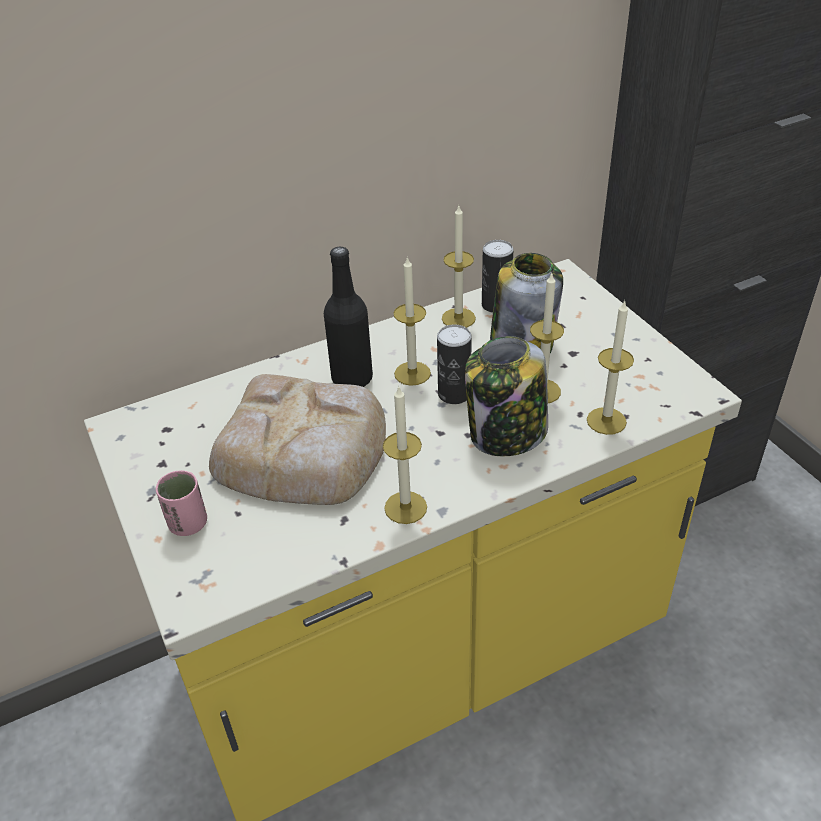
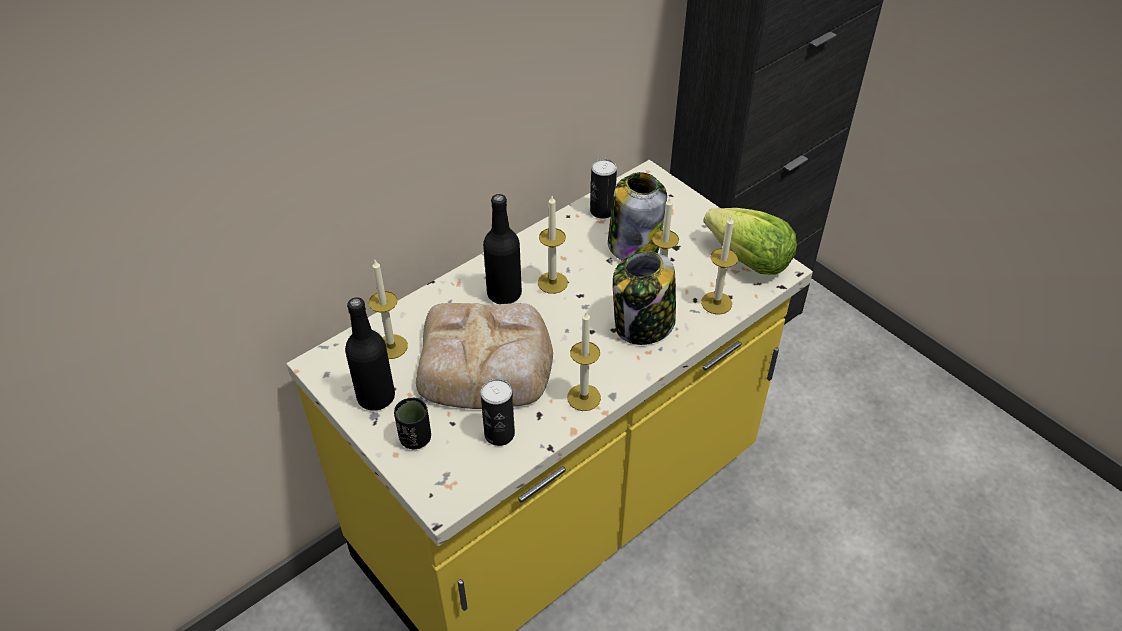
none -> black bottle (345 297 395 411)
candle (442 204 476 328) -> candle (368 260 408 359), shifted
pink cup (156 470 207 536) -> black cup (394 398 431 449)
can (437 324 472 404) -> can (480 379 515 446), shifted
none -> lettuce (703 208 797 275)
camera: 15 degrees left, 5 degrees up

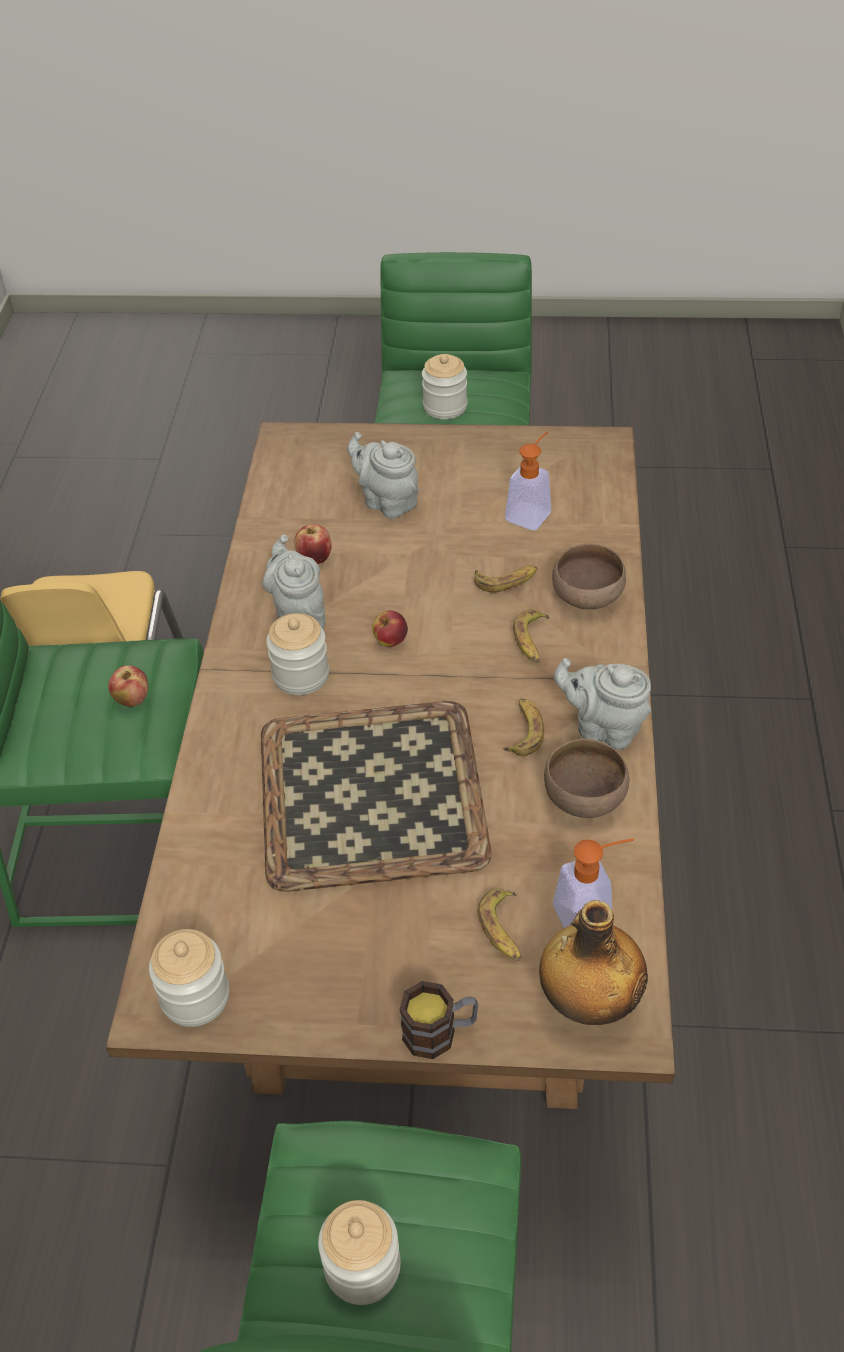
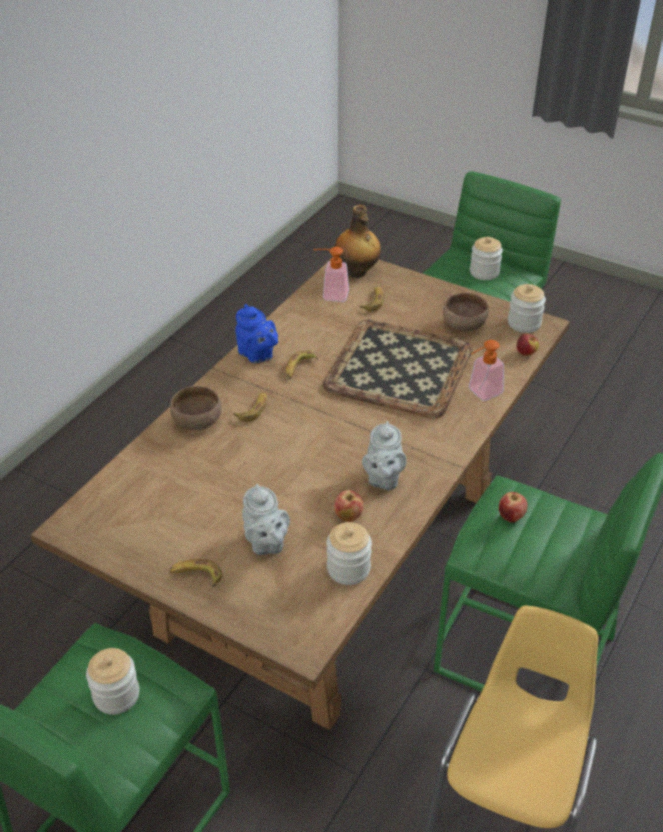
banana (474 565 538 593) -> banana (169 559 222 588), shifted
grey teapot (554 658 651 750) -> blue teapot (235 304 278 363)
jar (266 613 329 695) -> jar (327 522 372 585), shifted
brown bowl (544 739 629 818) -> brown bowl (443 293 489 331), shifted
soap dispenser (505 432 551 530) -> soap dispenser (469 340 504 401), shifted
apple (372 610 408 647) -> apple (517 333 539 356), shifted
mug (400 981 478 1059) -> none
camera: 155 degrees left, 5 degrees down

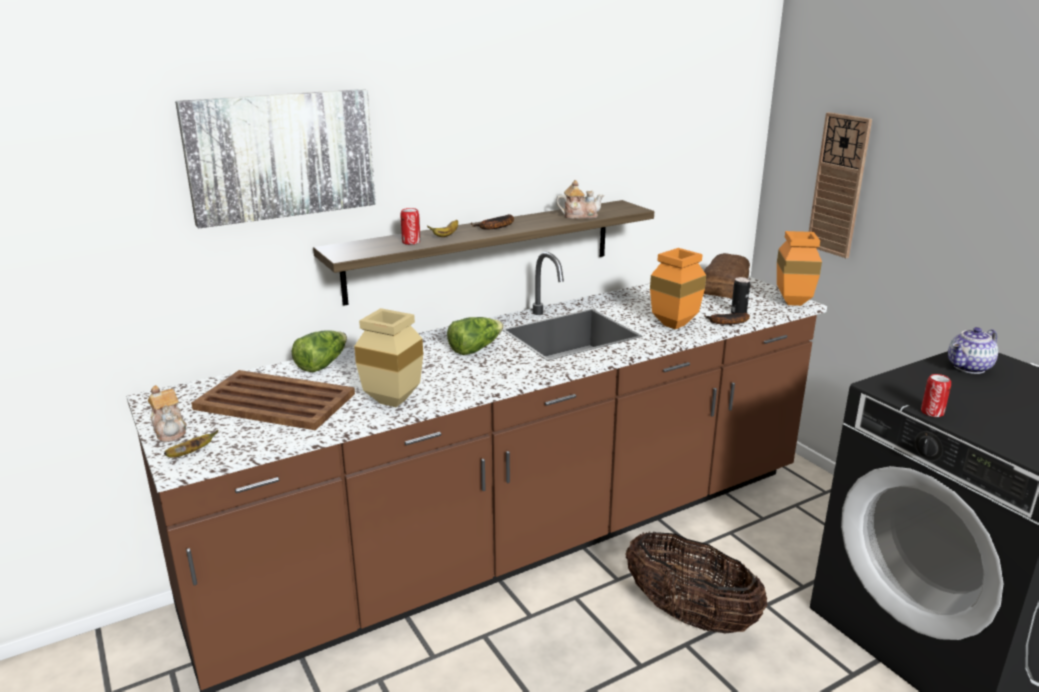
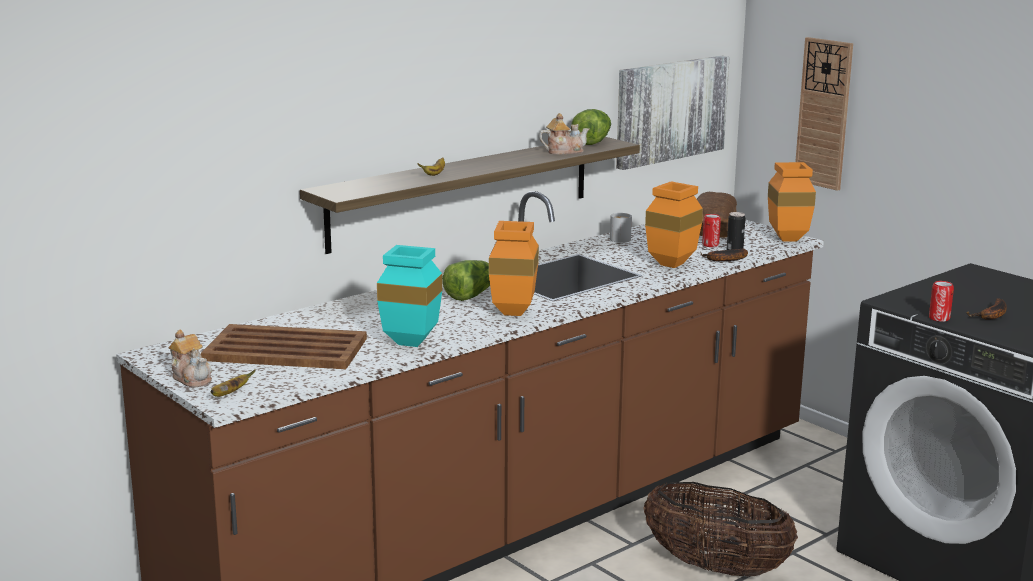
beige vase (354 308 423 407) -> turquoise vase (377 245 442 347)
none -> orange vase (489 221 539 316)
lettuce (291 330 347 372) -> lettuce (571 109 611 145), shifted
none -> white mug (610 213 632 243)
picture (175 89 376 228) -> picture (616 56 730 170), shifted
can (400 208 421 245) -> can (702 214 721 247), shifted
banana (471 214 514 230) -> banana (966 298 1007 320), shifted
teapot (948 327 998 374) -> none
camera: 10 degrees left, 5 degrees down

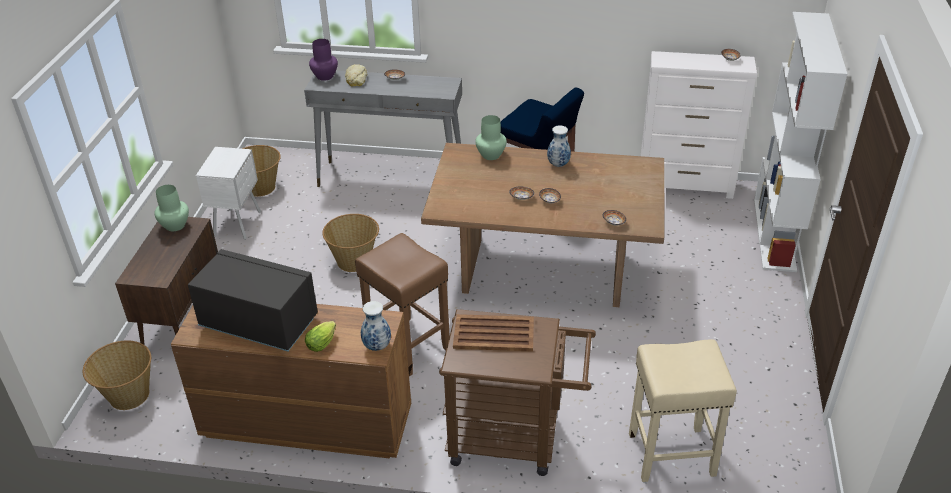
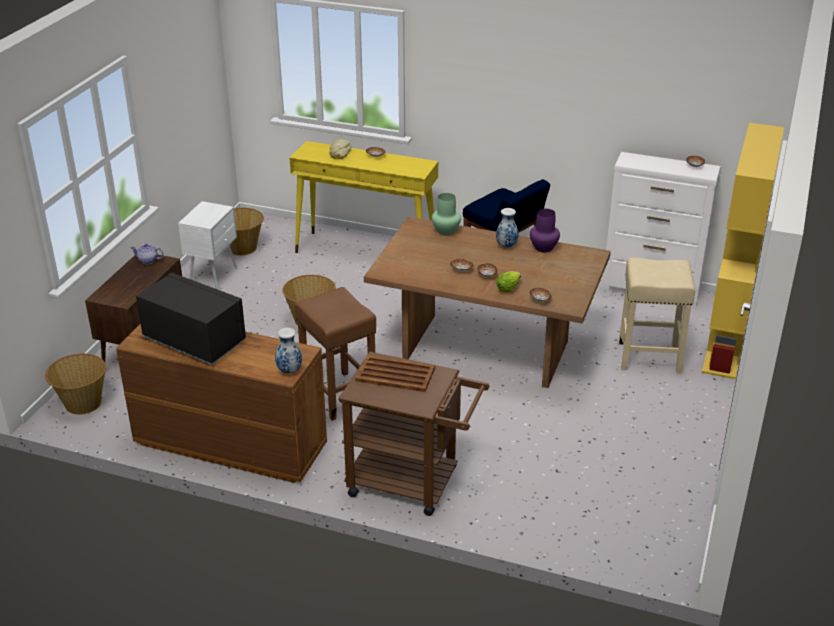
green vase (154 185 189 231) -> teapot (130 244 164 265)
grey console table (304 70 462 187) -> yellow console table (290 141 438 253)
lettuce (305 321 336 352) -> lettuce (496 271 521 292), shifted
purple vase (309 39 338 81) -> purple vase (530 209 560 252), shifted
beige stool (629 339 737 482) -> beige stool (619 258 695 374), shifted
white bookcase (754 12 847 272) -> yellow bookcase (702 123 784 379)
camera: 10 degrees right, 5 degrees down

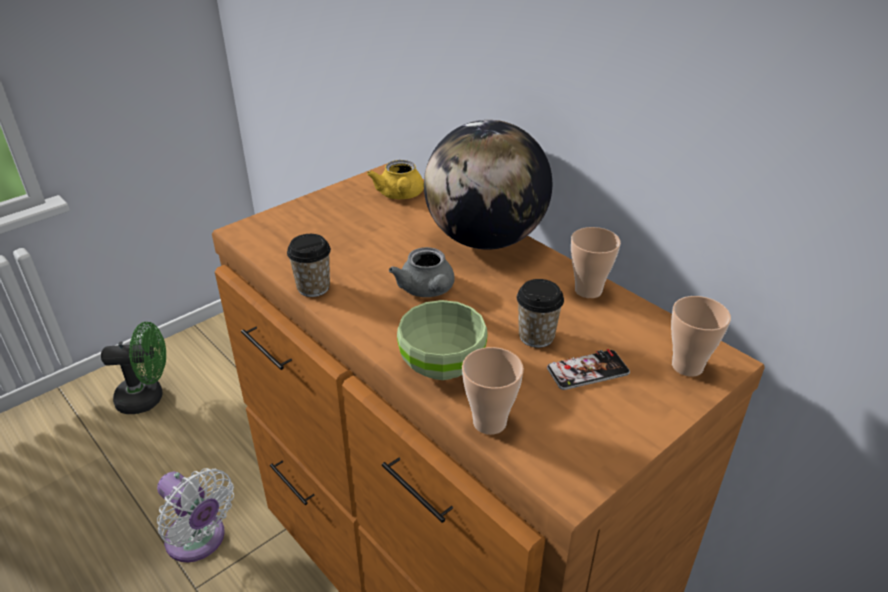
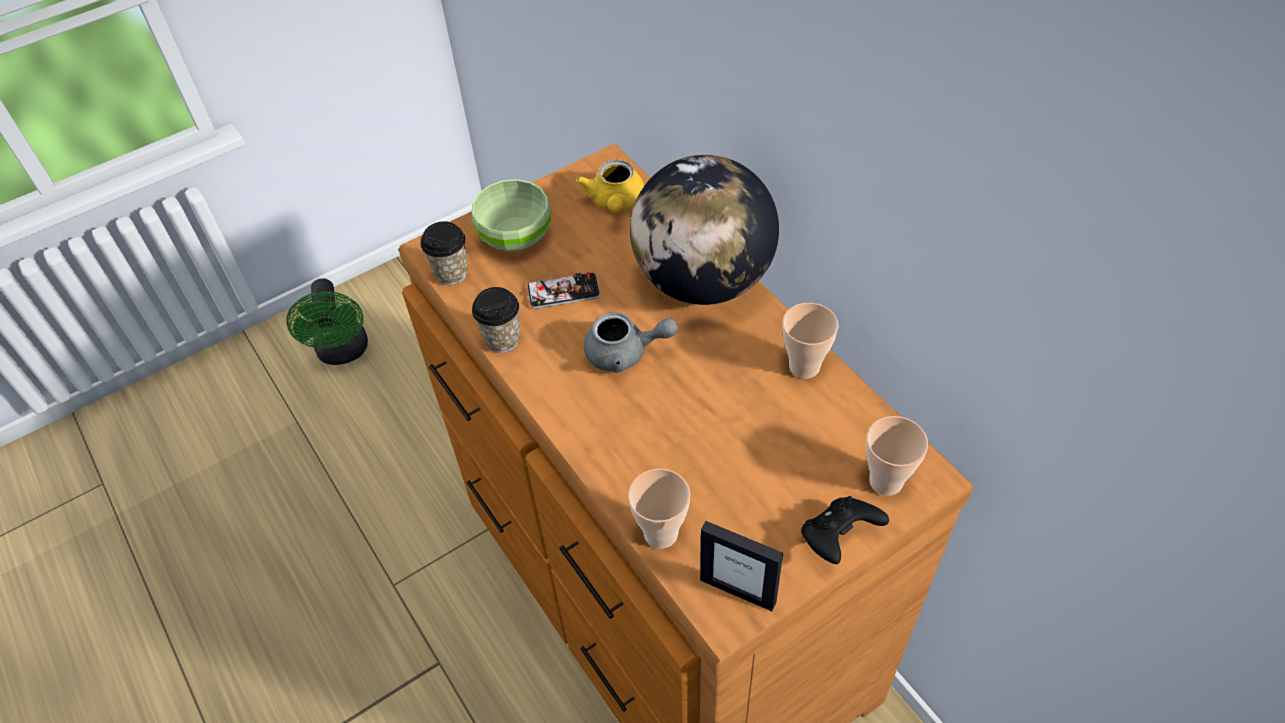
green fan (101 322 166 414) -> green fan (286 279 368 365), 75 degrees clockwise
cup (517 279 564 348) -> cup (421 221 468 285), shifted
green bowl (397 300 488 380) -> green bowl (472 179 551 251), shifted
phone (547 349 630 390) -> phone (527 272 600 309), shifted
grey teapot (389 247 455 297) -> grey teapot (584 312 678 373), 75 degrees counterclockwise
none -> picture frame (700 521 783 611)
none -> black game controller (801 496 889 564)
white fan (157 468 234 562) -> none
camera: 10 degrees right, 15 degrees up

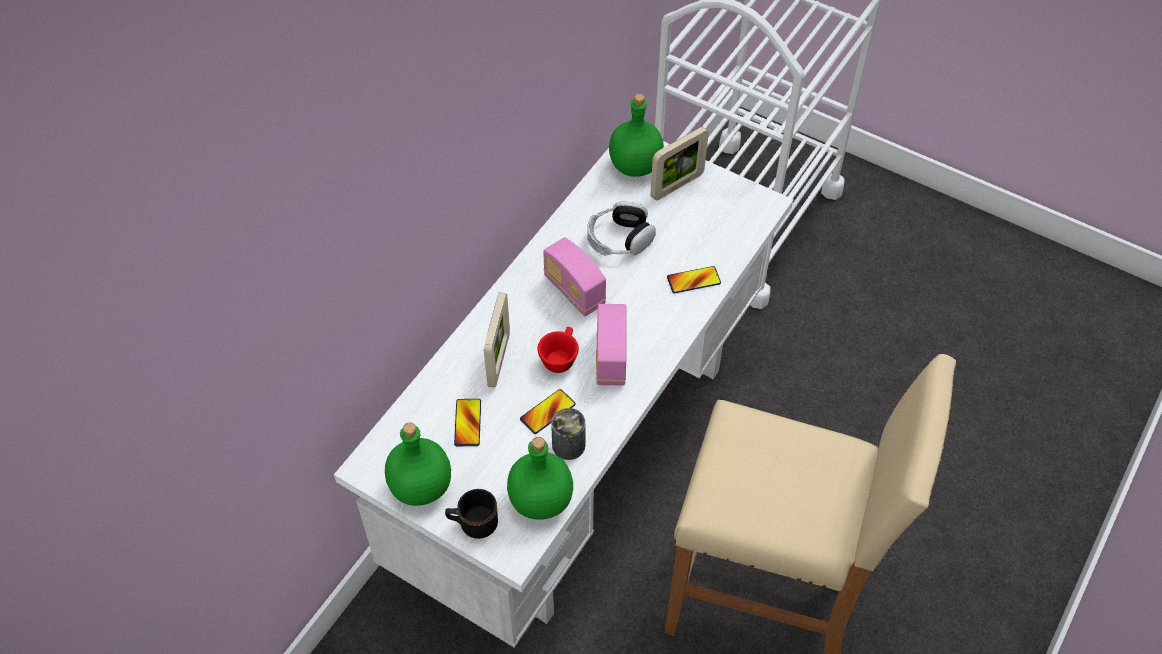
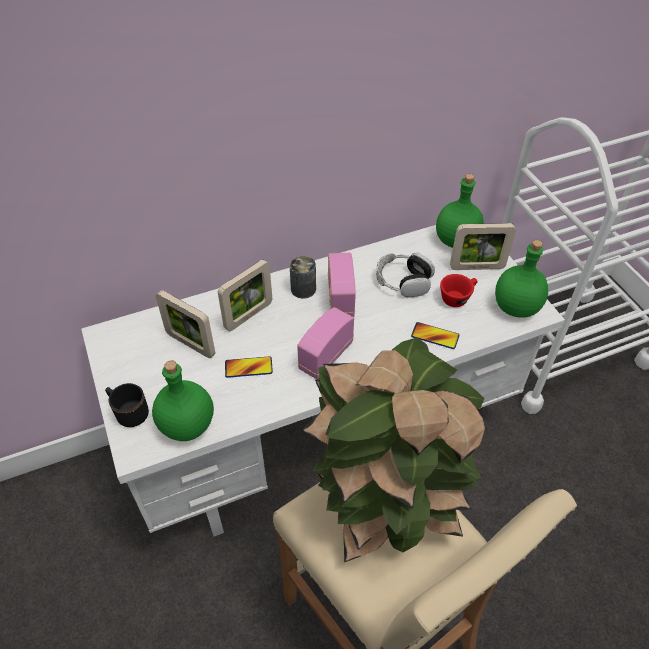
phone (454 399 481 446) -> picture frame (156 290 215 358)
can (551 408 586 460) -> can (290 256 316 299), shifted
none -> potted plant (302 338 485 562)
red cup (537 327 579 373) -> red cup (440 274 478 307), shifted
green bottle (385 423 451 506) -> green bottle (495 240 548 318), shifted
camera: 35 degrees right, 5 degrees down

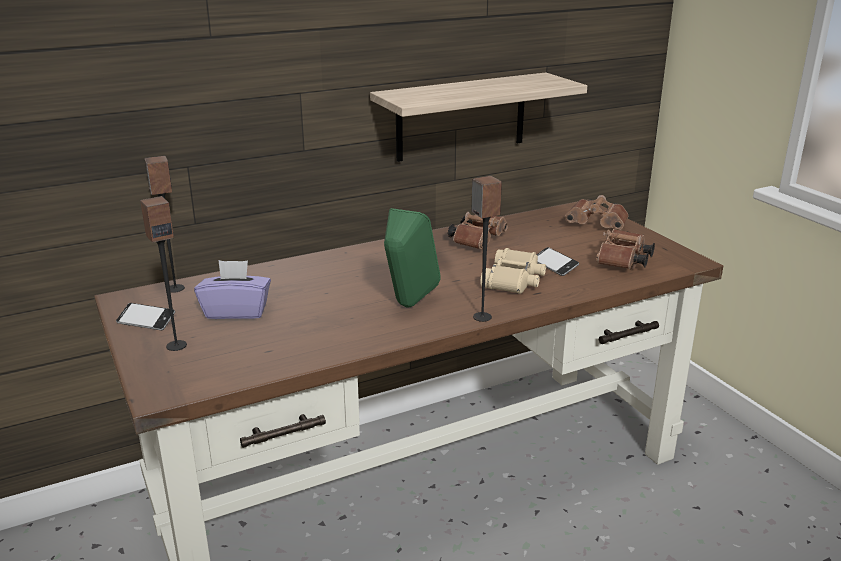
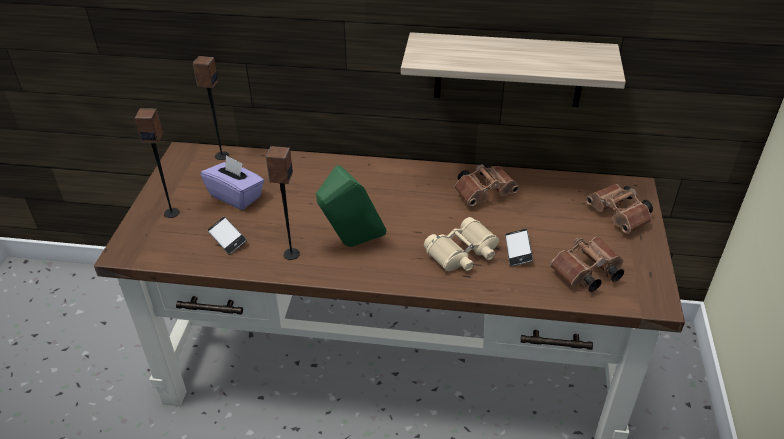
phone (116 303 175 330) -> phone (208 217 247 255), shifted
speaker (471 176 502 322) -> speaker (266 146 300 260), shifted
camera: 35 degrees right, 15 degrees up

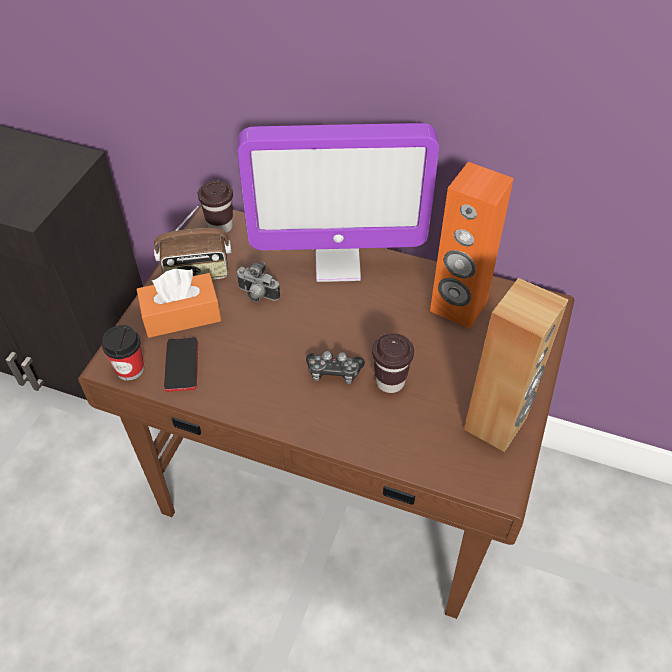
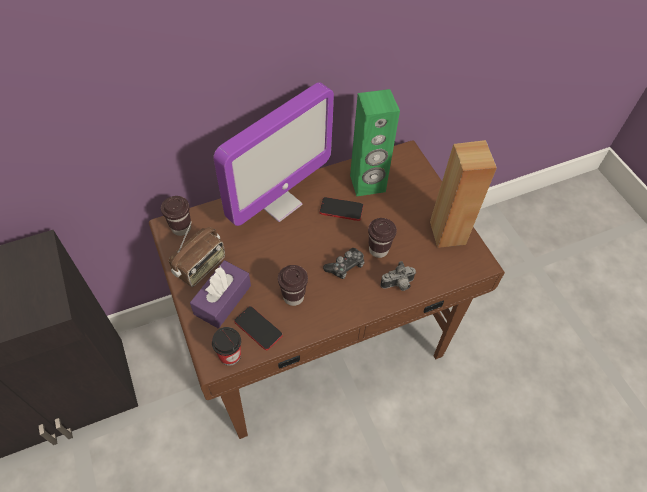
orange tissue box (136 269 221 338) -> purple tissue box (190 260 251 328)
none -> brown cup (278 265 308 306)
none -> phone (319 197 363 221)
orange speaker (430 162 514 329) -> green speaker (350 89 400 197)
photo camera (236 262 280 302) -> photo camera (380 261 416 291), shifted
camera: 45 degrees left, 5 degrees up

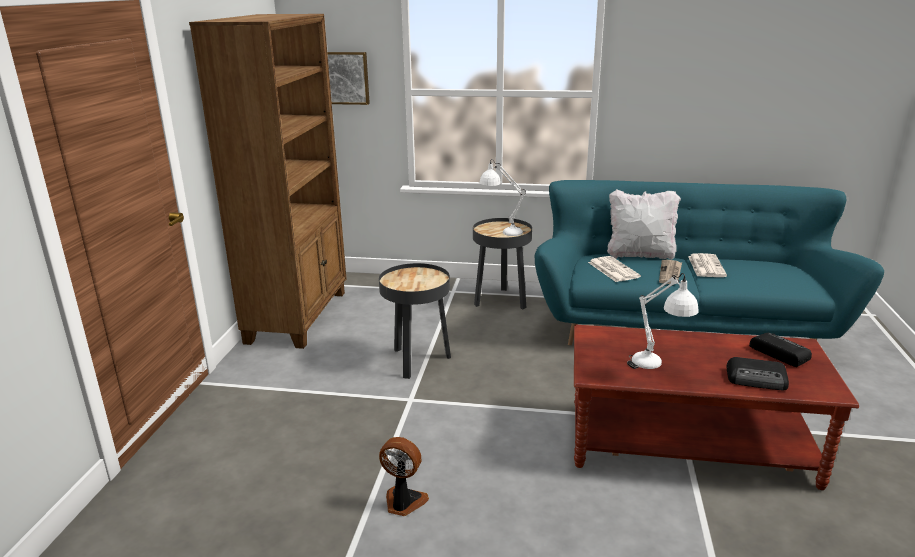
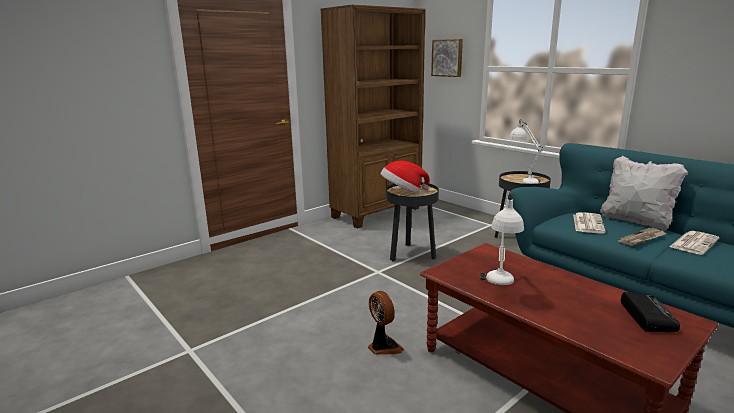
fan (379 437 429 516) -> fan (368 291 404 355), shifted
none -> hat (381 161 429 193)
radio (726 357 789 390) -> none
camera: 40 degrees right, 5 degrees down

